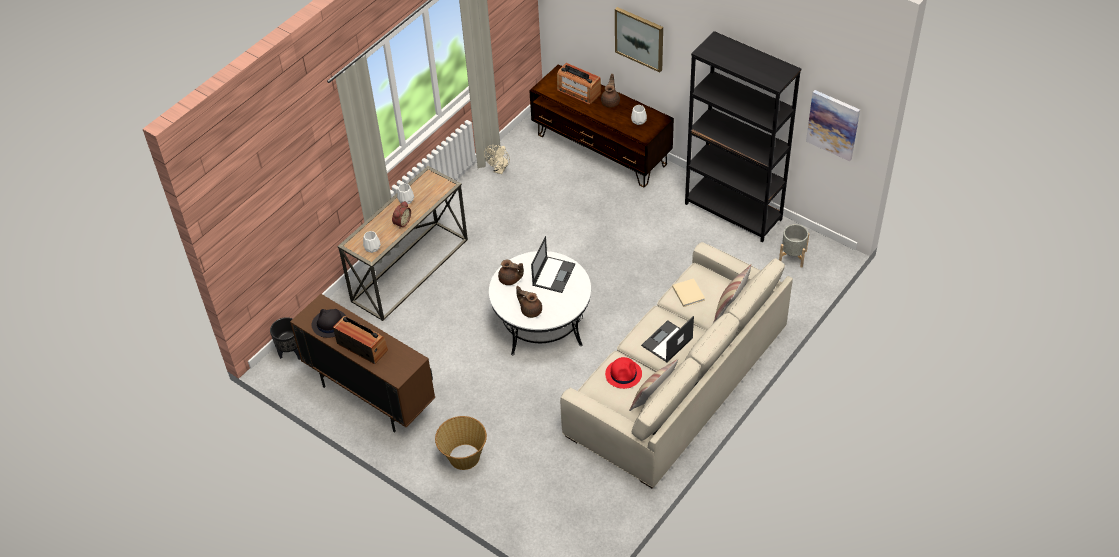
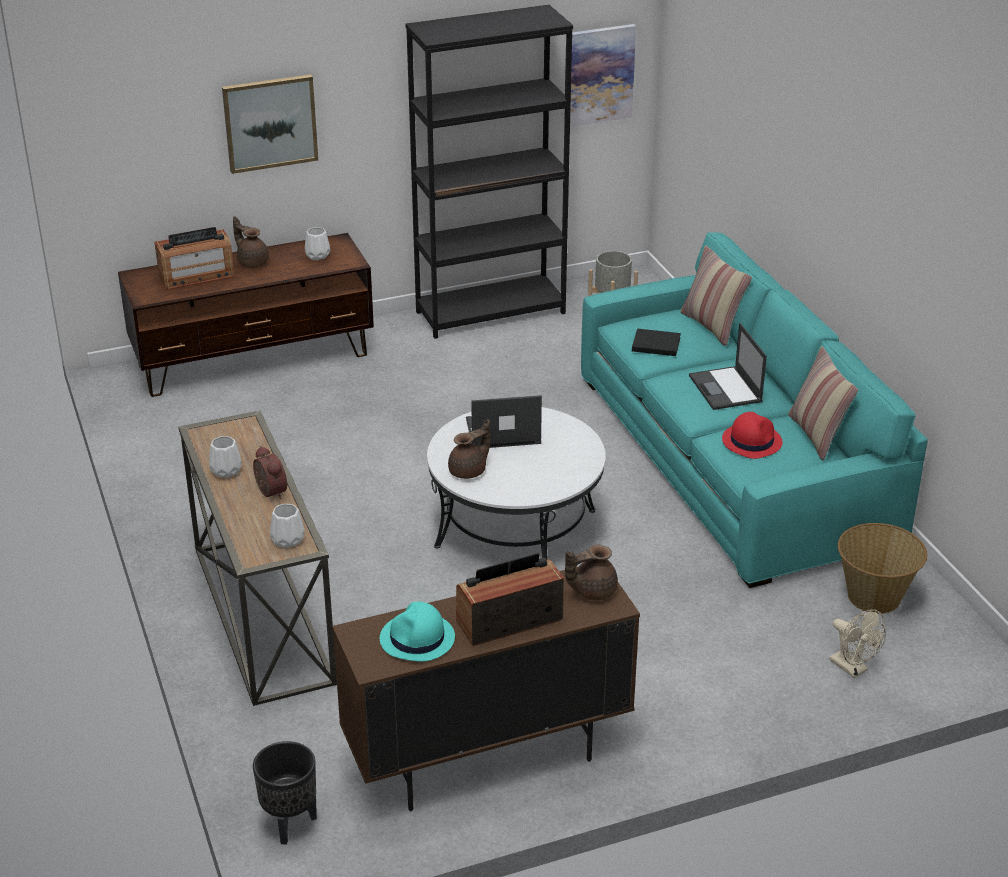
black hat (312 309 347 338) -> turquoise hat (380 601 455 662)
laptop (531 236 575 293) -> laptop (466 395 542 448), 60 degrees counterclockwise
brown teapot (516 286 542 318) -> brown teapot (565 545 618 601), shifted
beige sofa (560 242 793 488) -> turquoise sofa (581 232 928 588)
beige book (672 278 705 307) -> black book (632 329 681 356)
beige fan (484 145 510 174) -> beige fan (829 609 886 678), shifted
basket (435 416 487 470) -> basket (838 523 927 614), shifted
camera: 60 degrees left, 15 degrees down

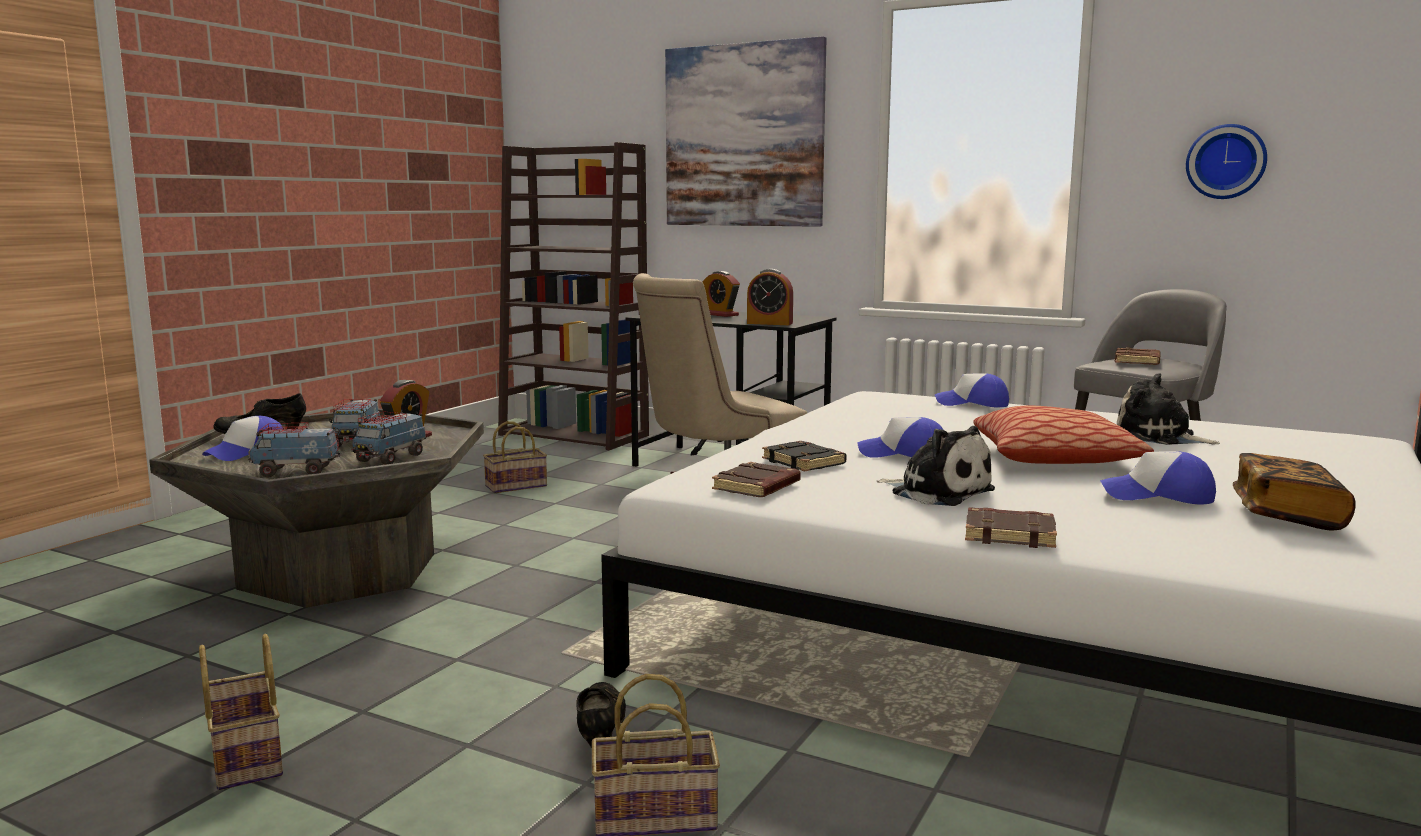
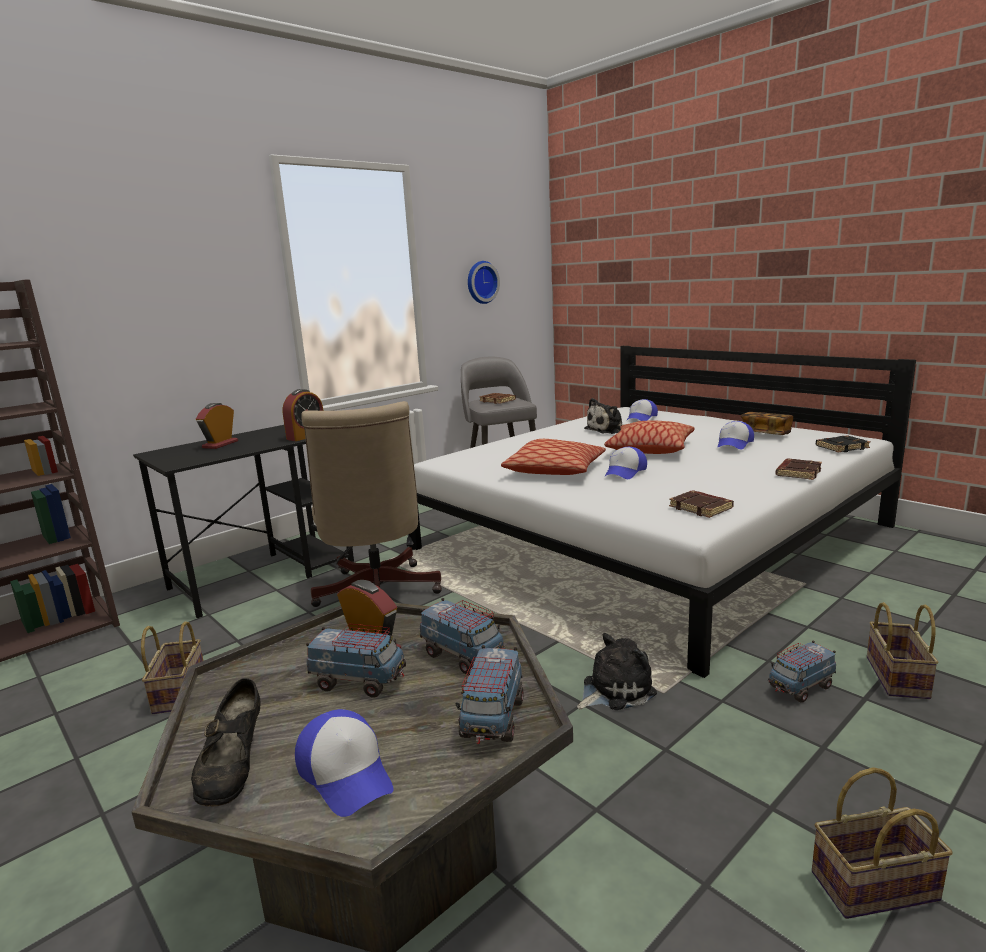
alarm clock (703 271 740 317) -> alarm clock (196 403 238 449), 135 degrees clockwise
none -> pillow (501 439 606 475)
plush toy (877 426 995 506) -> plush toy (577 633 657 710), shifted
cap (935 373 1009 408) -> cap (627 399 658 421), shifted
black shoe (576 682 626 748) -> toy truck (768 640 836 703)
black book (762 441 846 472) -> black book (816 436 870 453), shifted
picture (665 36 827 227) -> none
camera: 70 degrees left, 5 degrees up

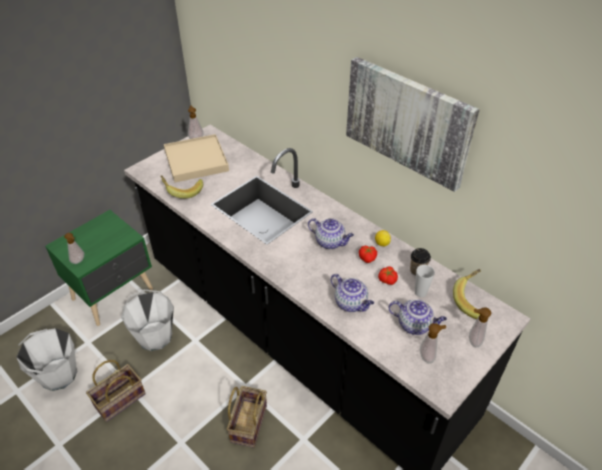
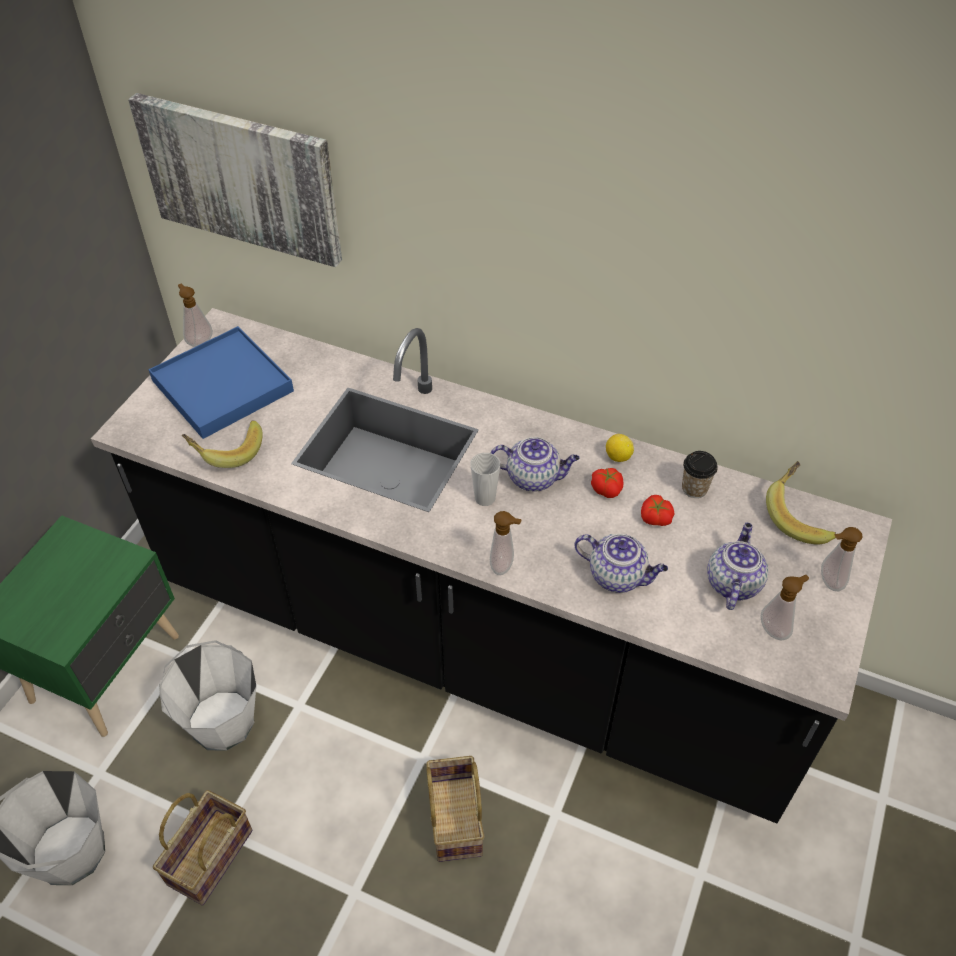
picture (346 57 480 192) -> picture (128 93 342 267), shifted
beige tray (164 134 229 182) -> blue tray (148 326 294 439)
cup (415 265 435 297) -> cup (470 453 500 506), shifted
soap dispenser (64 233 85 264) -> soap dispenser (490 511 522 575), shifted
teapot (389 299 447 335) -> teapot (707 522 768 610), 75 degrees counterclockwise
camera: 20 degrees left, 5 degrees up

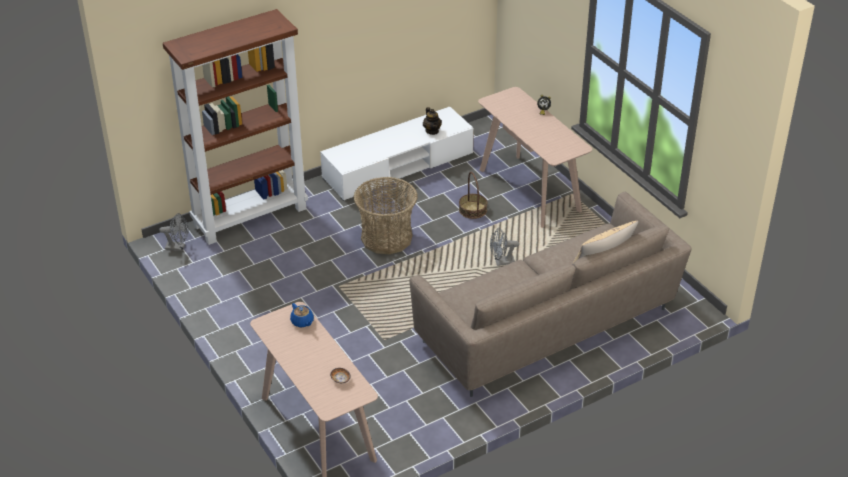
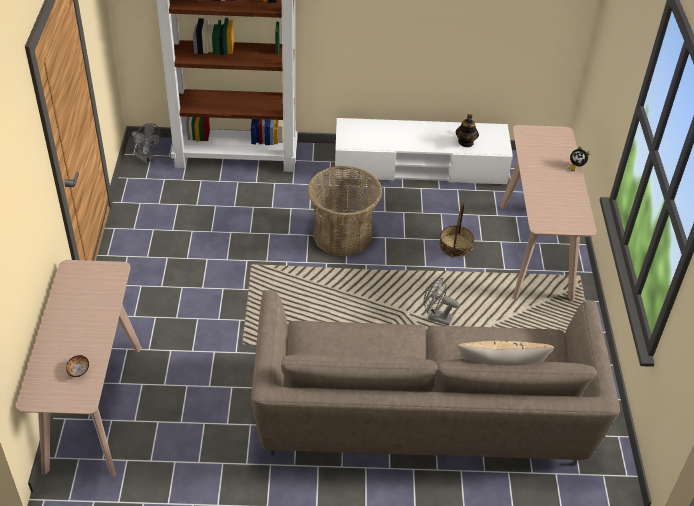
blue teapot (290 303 314 327) -> none
camera: 30 degrees right, 5 degrees up

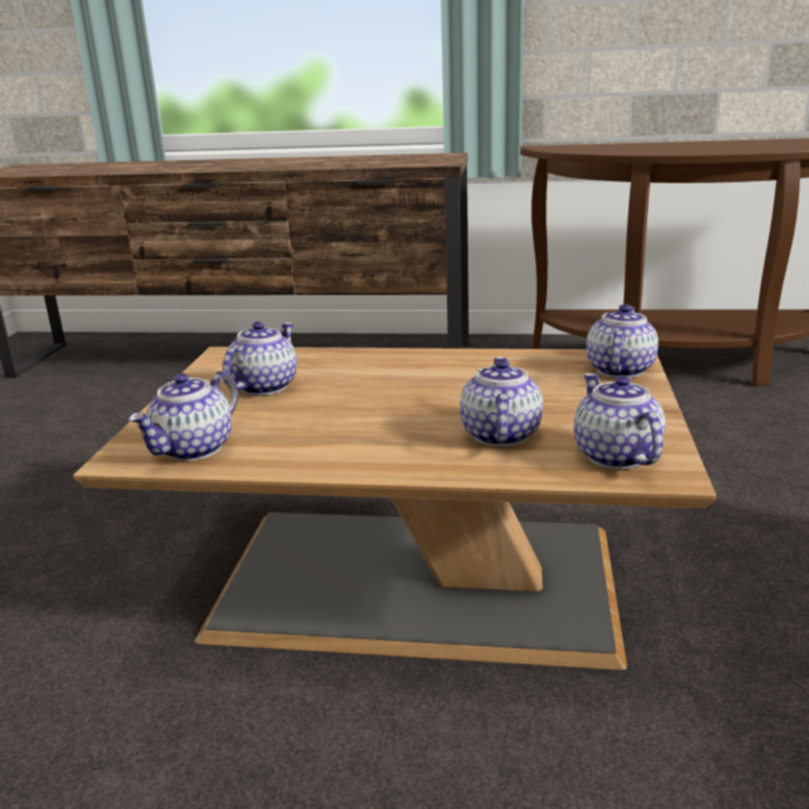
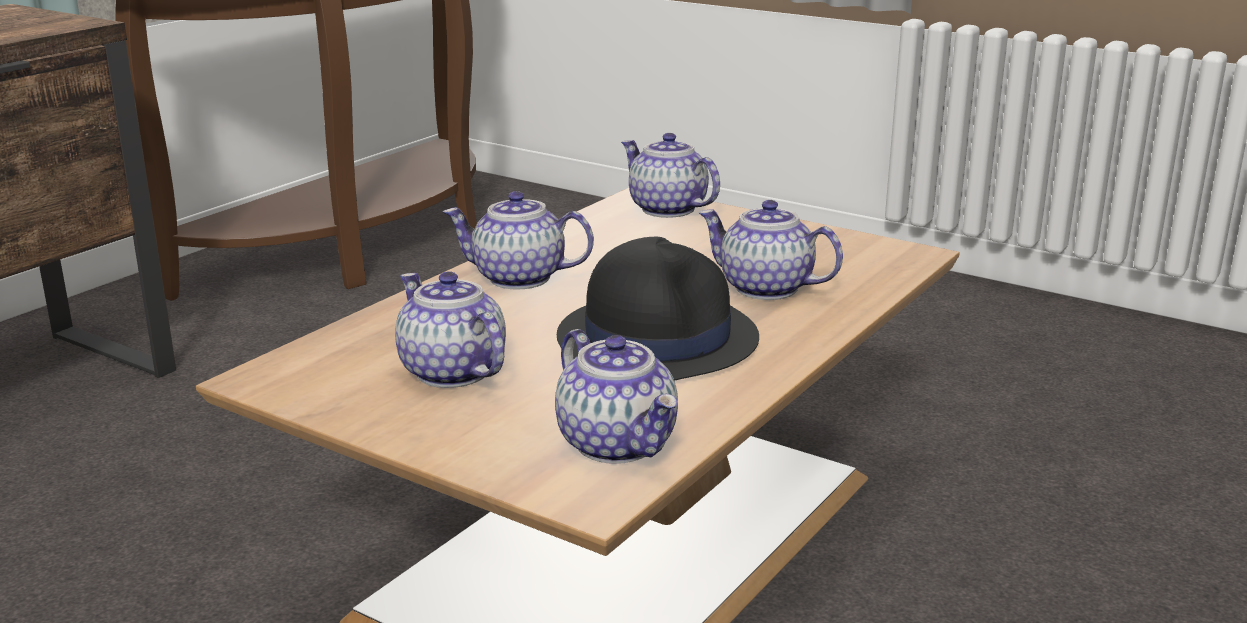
teapot (574 373 665 469) -> teapot (443 191 594 289), shifted
none -> black hat (557 237 759 381)
camera: 65 degrees left, 0 degrees up

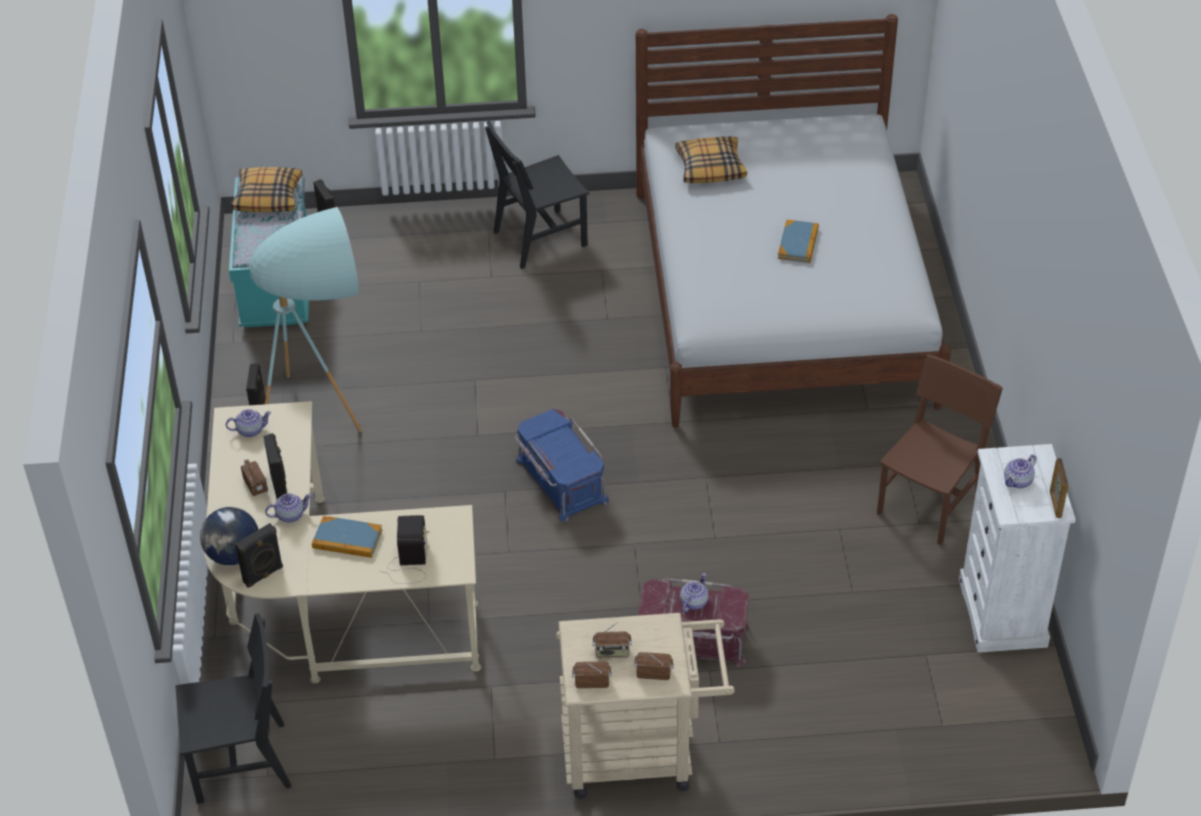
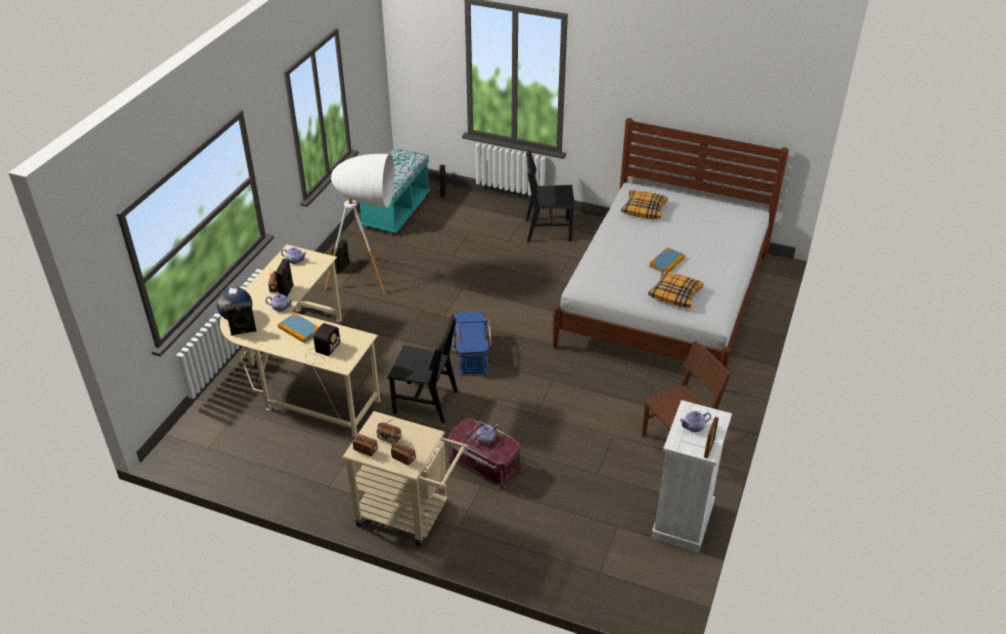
turquoise floor lamp (249 207 362 432) -> white floor lamp (325 154 394 295)
black chair (175 613 291 804) -> black chair (387 315 458 423), shifted
pillow (231 167 302 212) -> pillow (648 271 703 308), shifted
camera: 25 degrees right, 5 degrees down

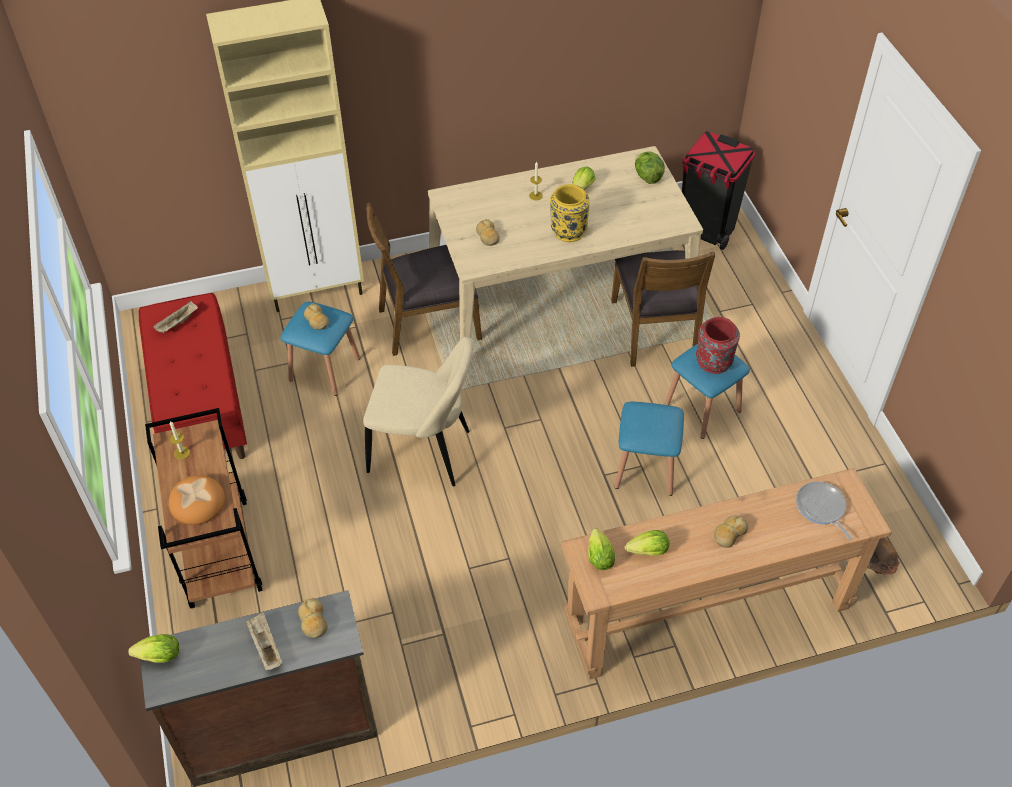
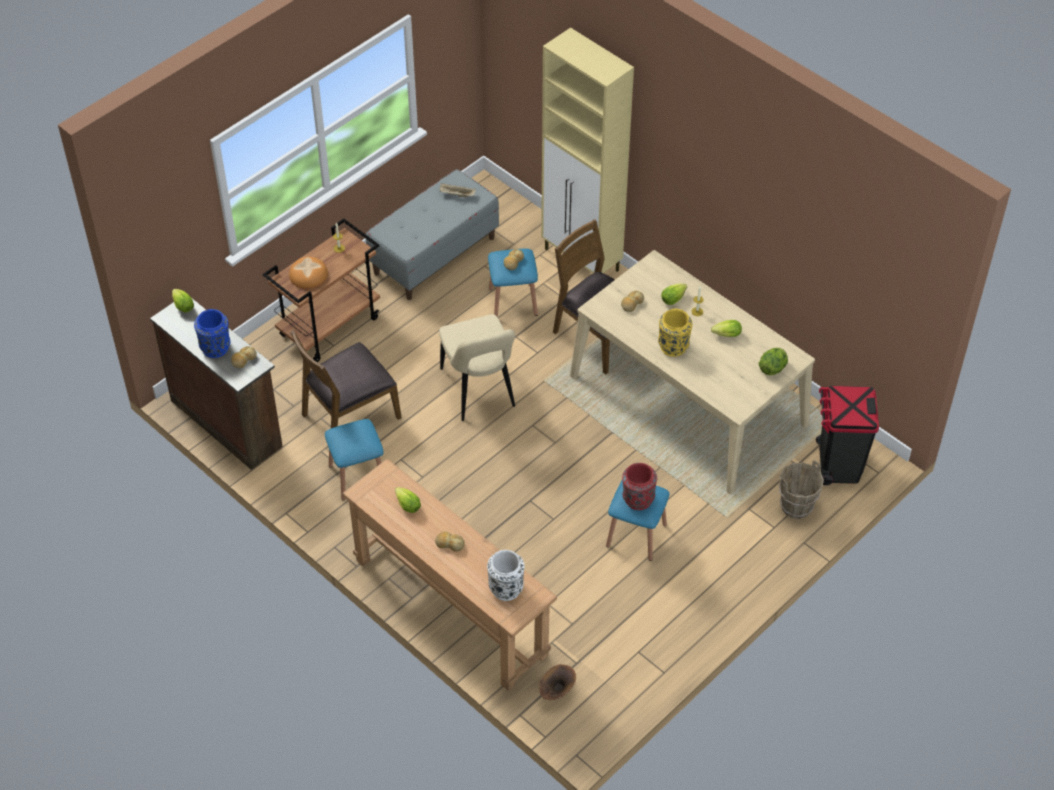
beige tray (246 612 283 670) -> blue vase (194 309 230 358)
brown chair (611 250 715 367) -> brown chair (290 331 402 428), shifted
blue stool (614 402 684 496) -> blue stool (325 419 384 500), shifted
red bench (139 293 247 459) -> grey bench (366 169 499 300)
frying pan (796 481 853 540) -> white vase (487 550 524 601)
lettuce (588 528 615 570) -> lettuce (661 284 687 305), shifted
none -> brown bucket (779 460 824 519)
camera: 60 degrees right, 0 degrees up

